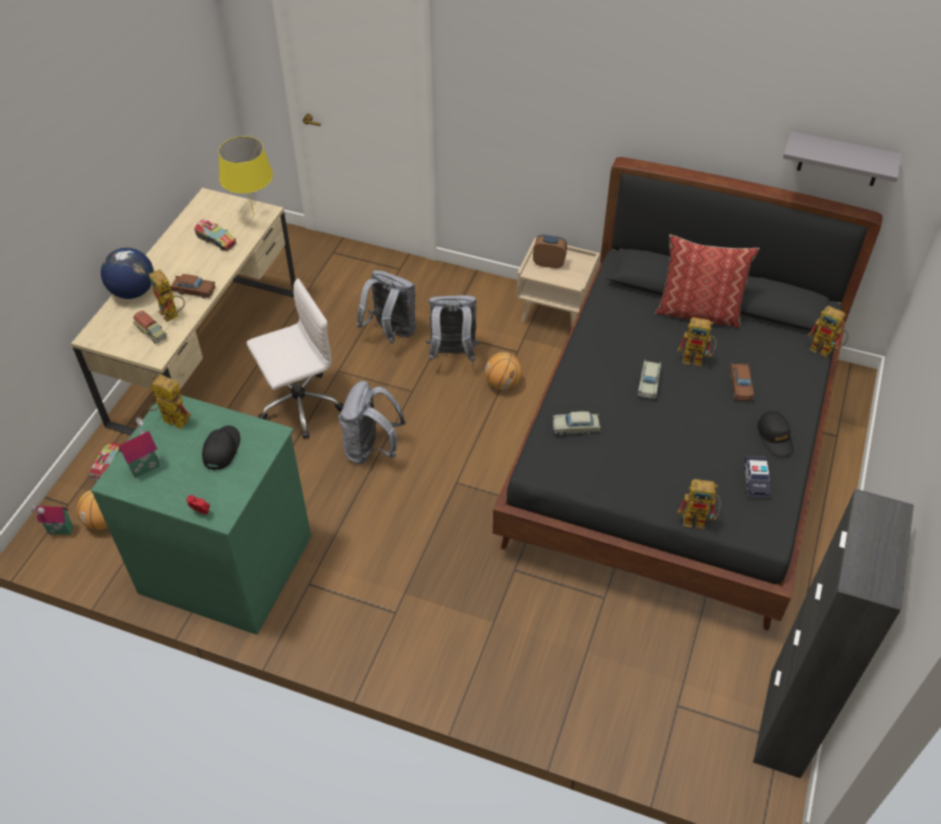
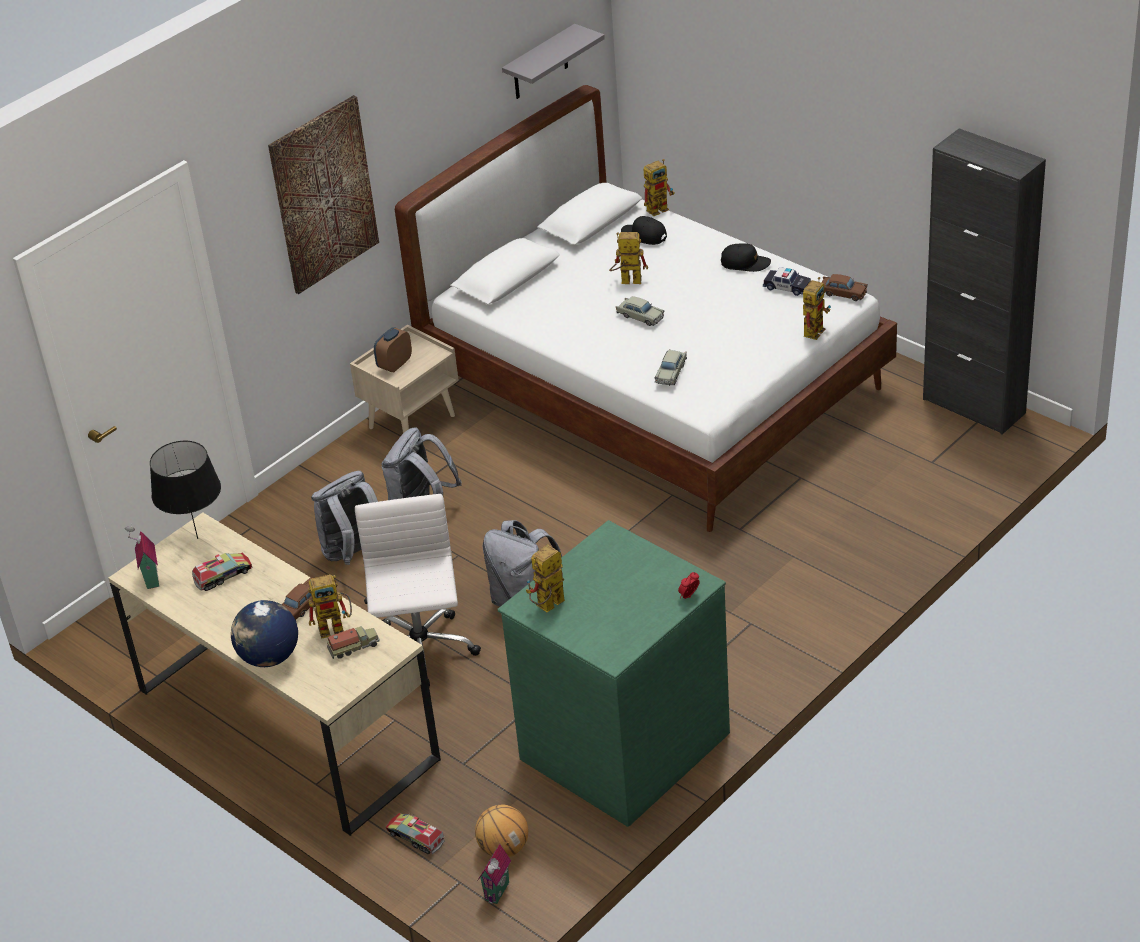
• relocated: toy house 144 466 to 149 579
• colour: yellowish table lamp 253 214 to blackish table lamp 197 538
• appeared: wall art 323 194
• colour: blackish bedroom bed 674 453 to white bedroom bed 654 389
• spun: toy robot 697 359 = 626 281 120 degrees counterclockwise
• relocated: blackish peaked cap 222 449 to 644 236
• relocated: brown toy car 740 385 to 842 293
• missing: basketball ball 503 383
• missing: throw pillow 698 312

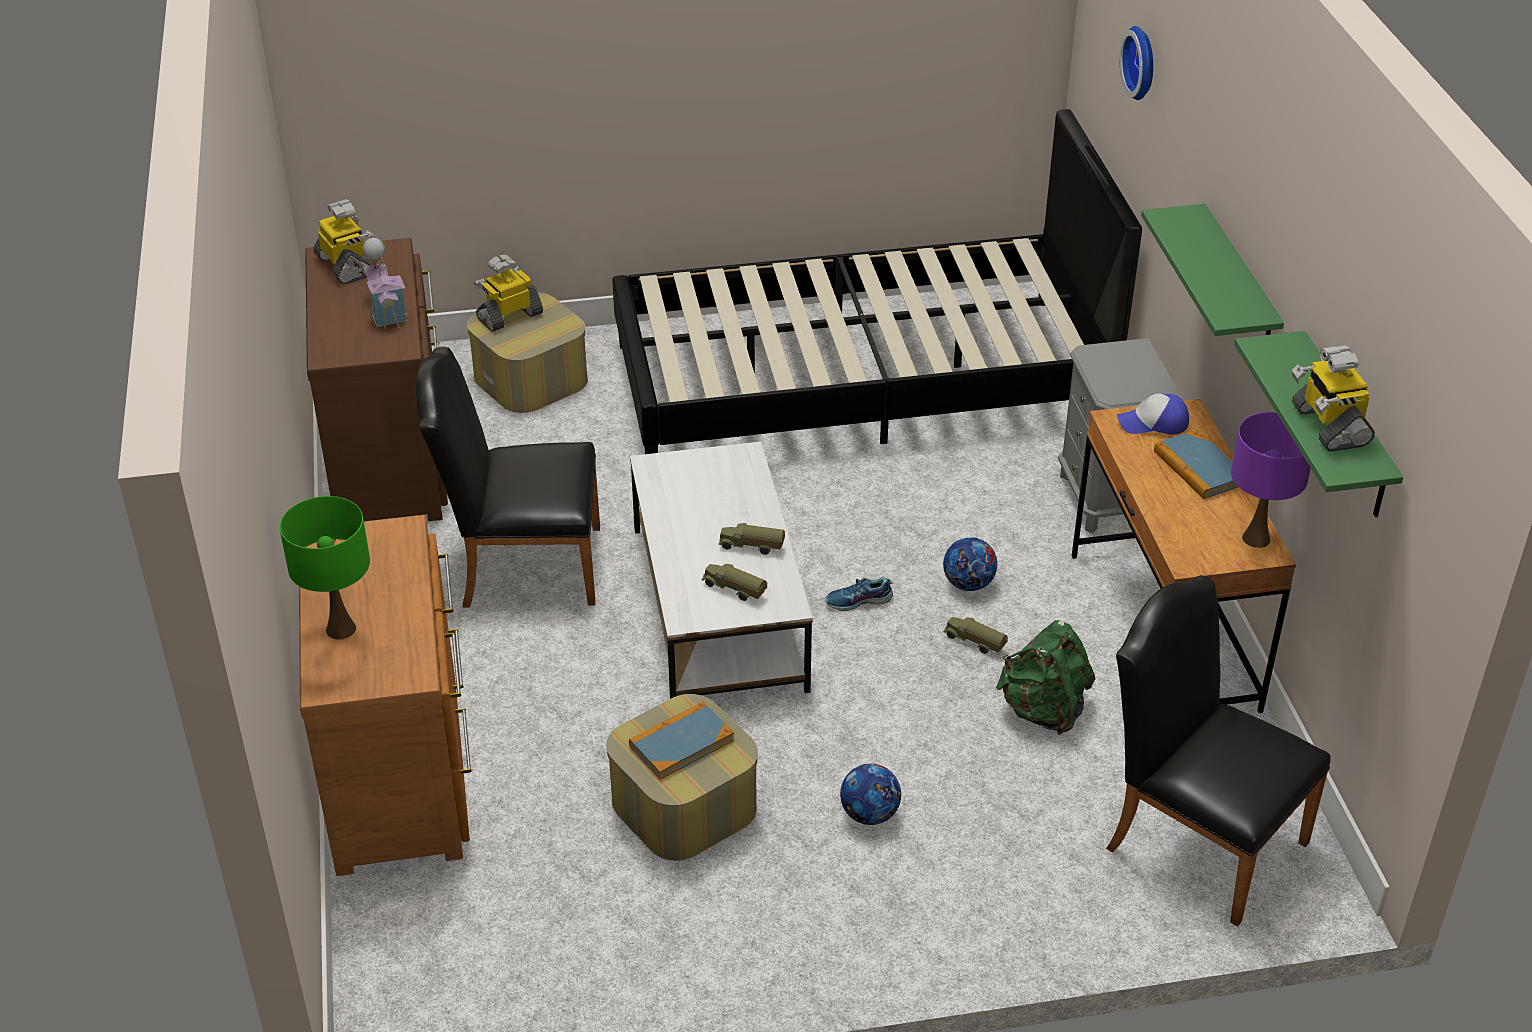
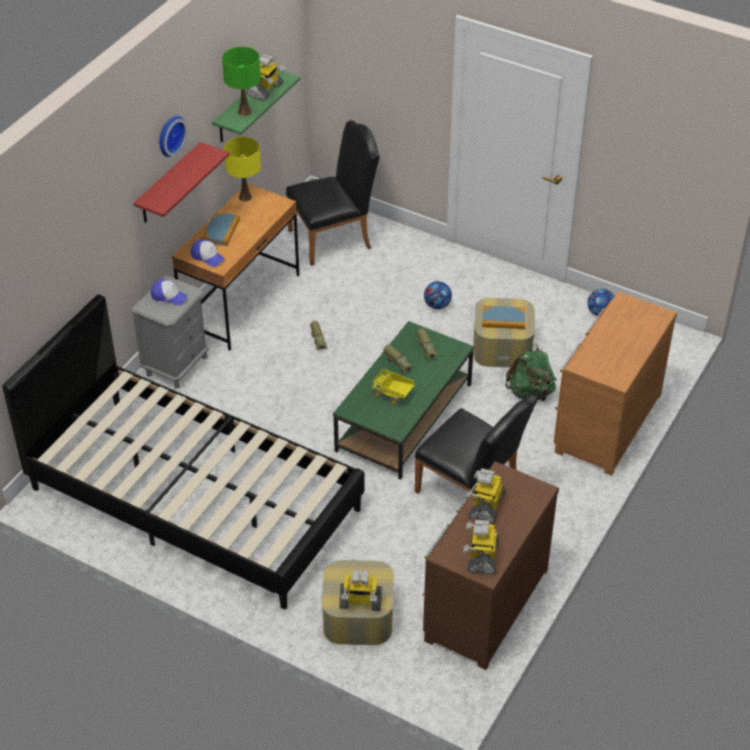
• colour: green shelf 1238 287 to red-coloured shelf 169 184
• appeared: peaked cap 169 296
• relocated: wall clock 1143 62 to 169 135
• relocated: green table lamp 340 629 to 245 112
• colour: purple-coloured table lamp 1256 539 to yellowish table lamp 245 197
• spun: blackish upright chair 1195 837 = 335 237 105 degrees counterclockwise
• colour: white lounge table 719 607 to green lounge table 403 417
• appeared: model truck 392 395
• exchanged: toy house 387 310 to toy robot 486 505
• relocated: green knapsack 1043 710 to 530 393
• relocated: football 968 584 to 600 312
• missing: item of footwear 858 601

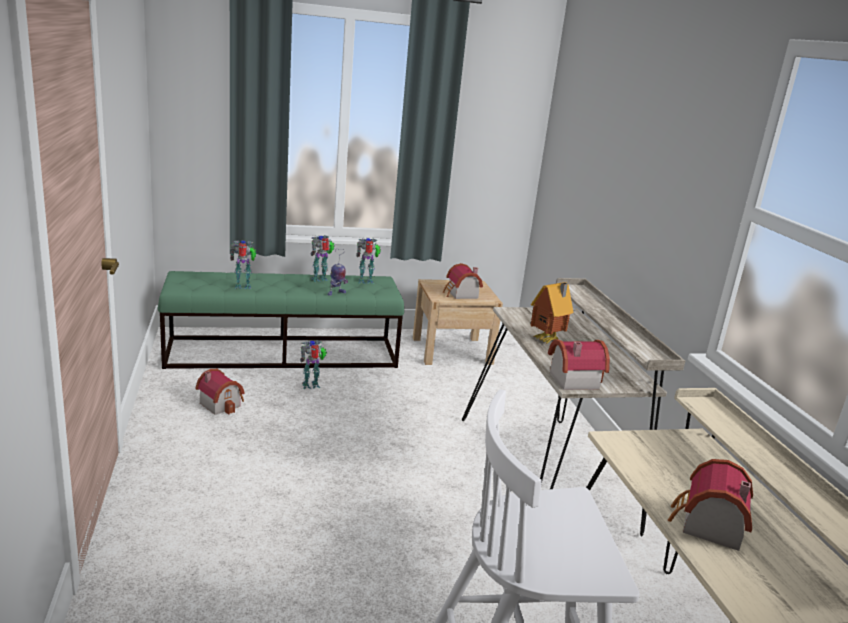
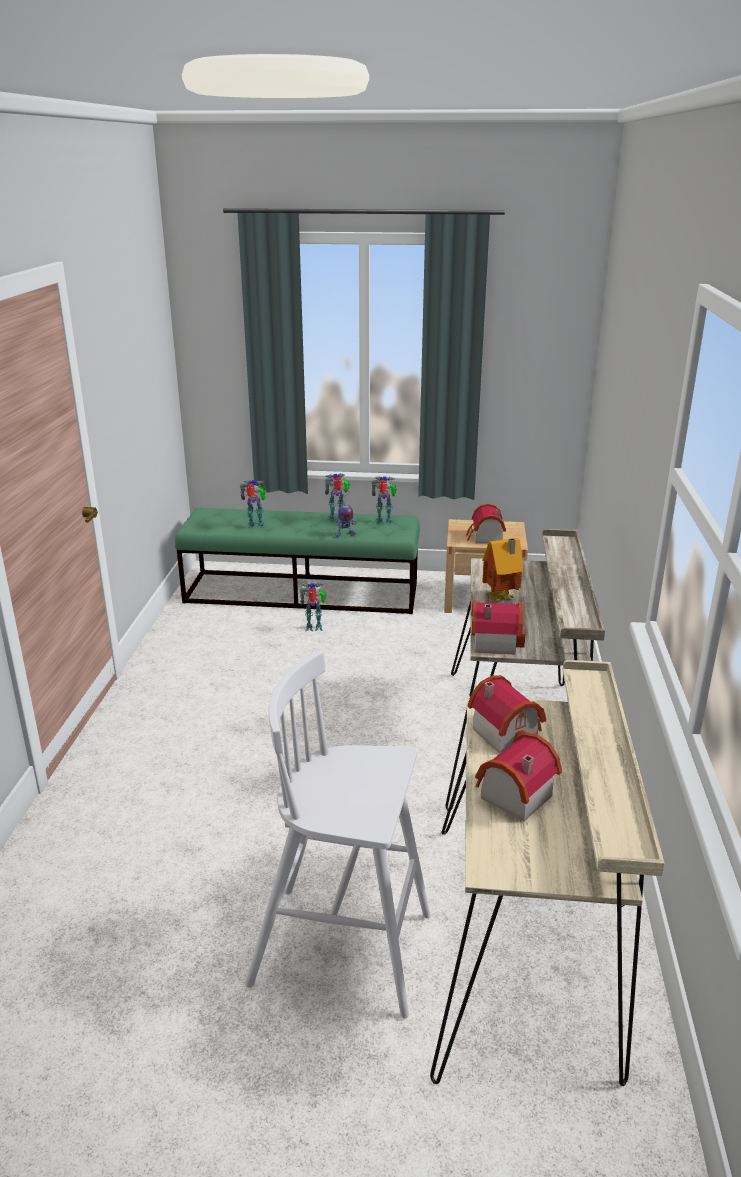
• relocated: toy house 221 403 to 507 732

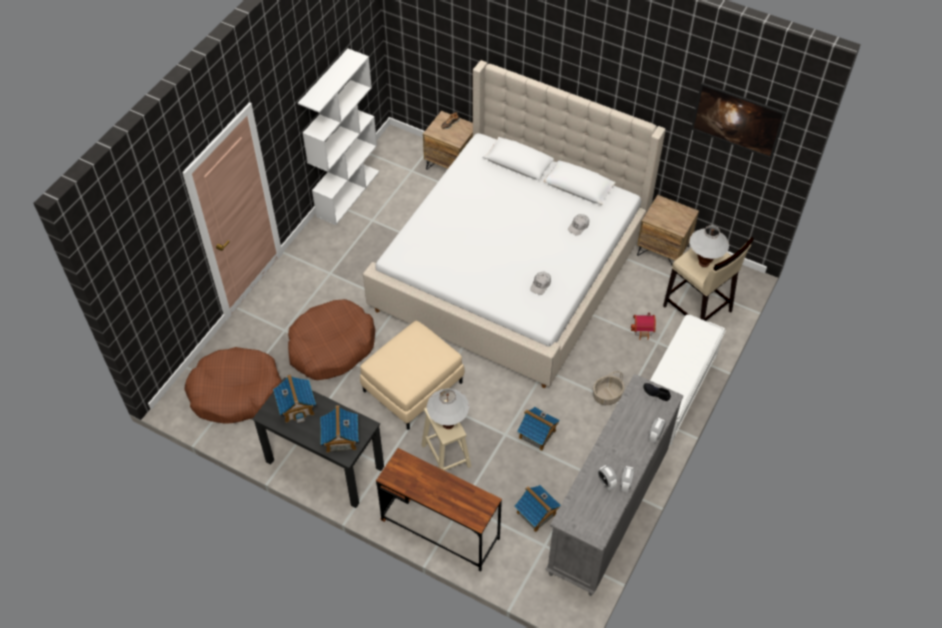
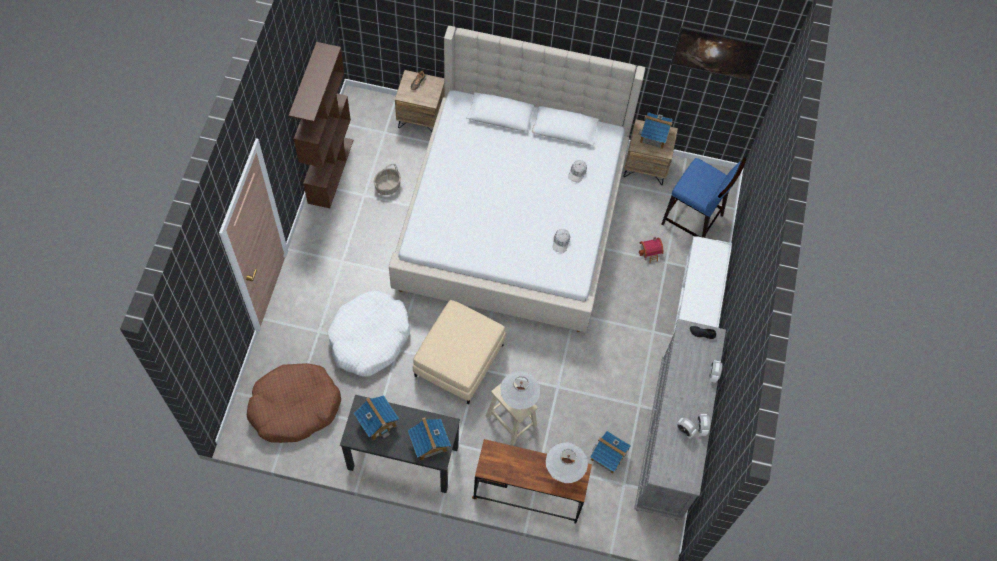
• colour: white shelving unit 348 193 to brown shelving unit 330 171
• colour: brown pet bed 331 347 to white pet bed 369 338
• relocated: storage basket 607 395 to 387 186
• relocated: white table lamp 704 263 to 563 472
• relocated: toy house 537 434 to 654 136
• colour: beige-coloured stool 697 309 to blue-coloured stool 692 220

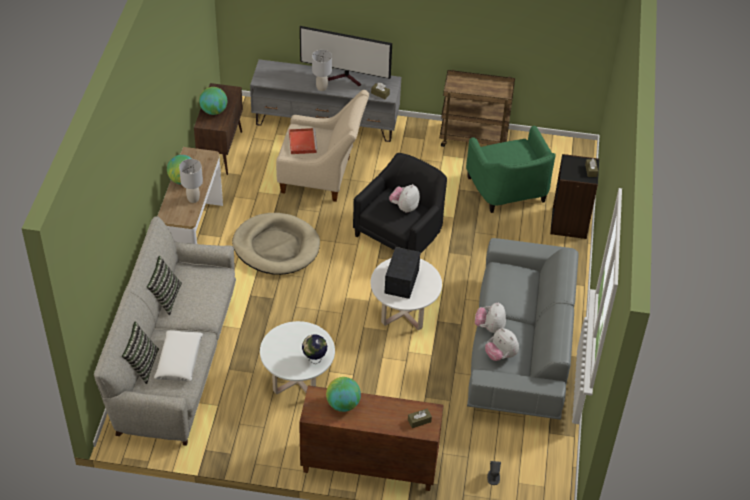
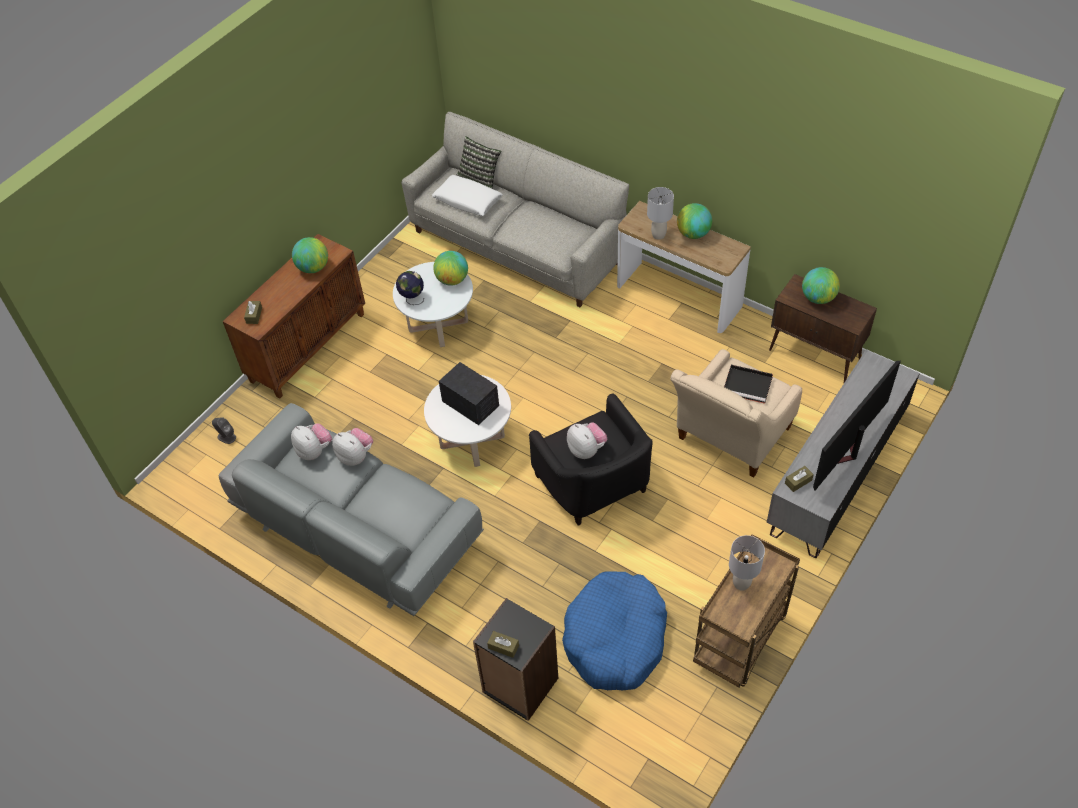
• spun: soft toy 500 355 = 314 451 60 degrees clockwise
• appeared: desk globe 452 280
• exchanged: green lounge chair 509 190 to blue-coloured pet bed 615 638
• colour: red-coloured tray 302 142 to blackish tray 748 385
• relocated: greyish table lamp 322 88 to 741 583
• missing: throw pillow 165 297
• missing: beige-coloured pet bed 276 247

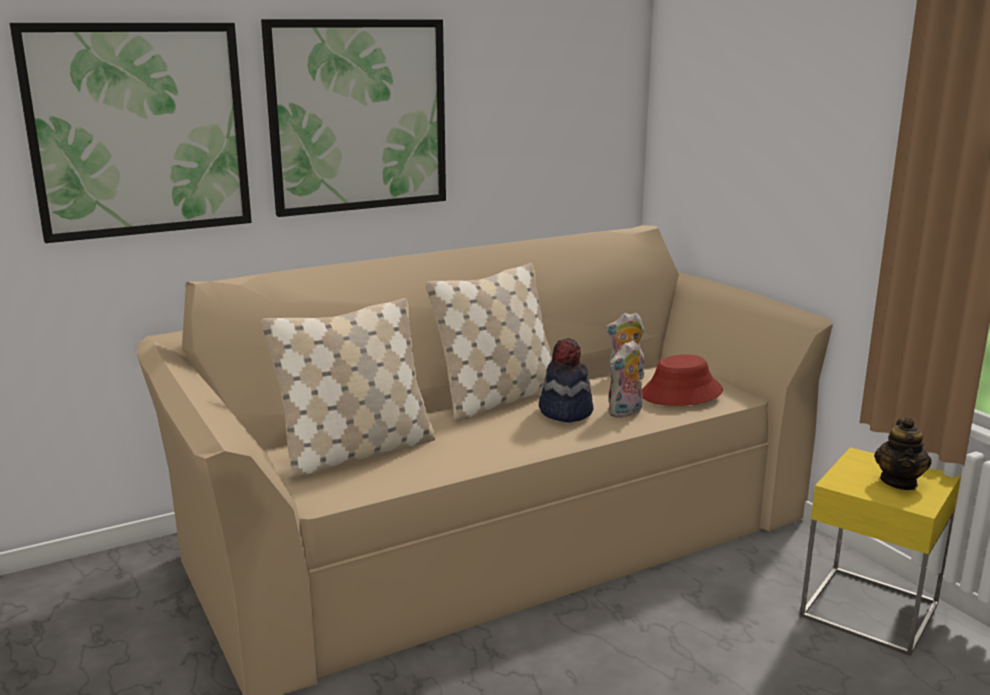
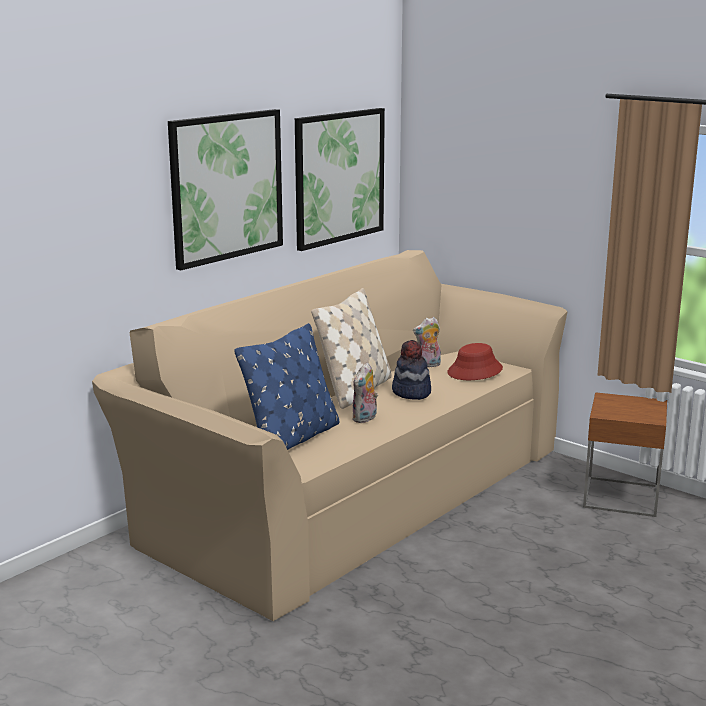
• colour: beige-coloured throw pillow 356 452 to blue-coloured throw pillow 292 439
• relocated: wall art 139 130 to 339 177
• relocated: soft toy 625 413 to 365 419
• colour: yellowish side table 869 609 to brown side table 621 496
• missing: teapot 899 482

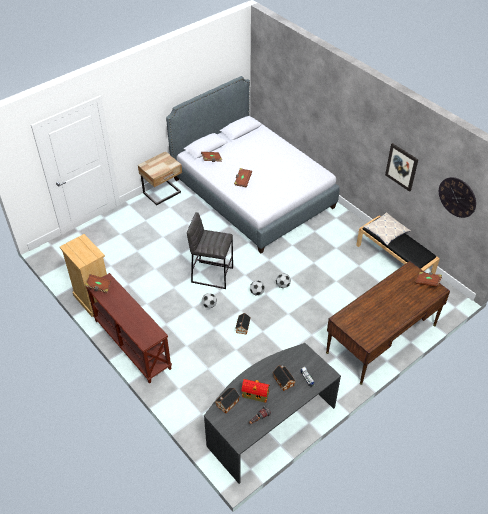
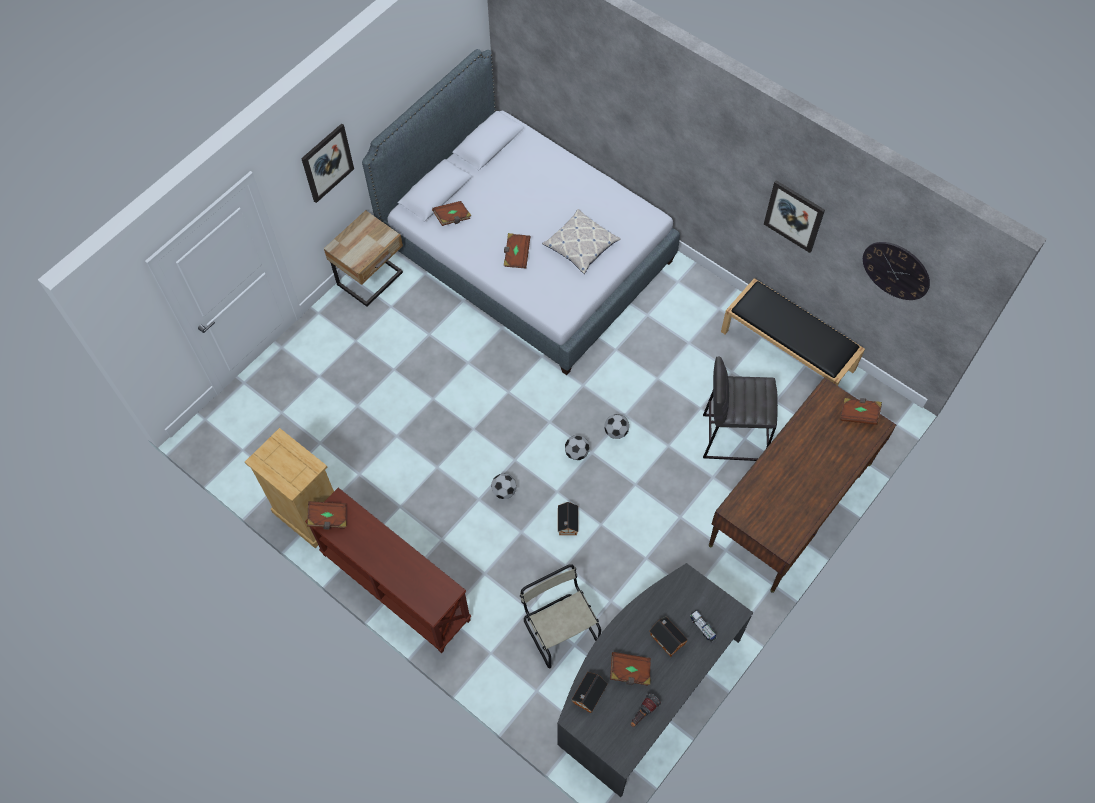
• appeared: wall art 327 163
• appeared: beige-coloured upright chair 559 628
• relocated: throw pillow 386 231 to 581 245
• exchanged: toy house 256 395 to brown book 630 672
• relocated: greyish stool 212 274 to 732 436

